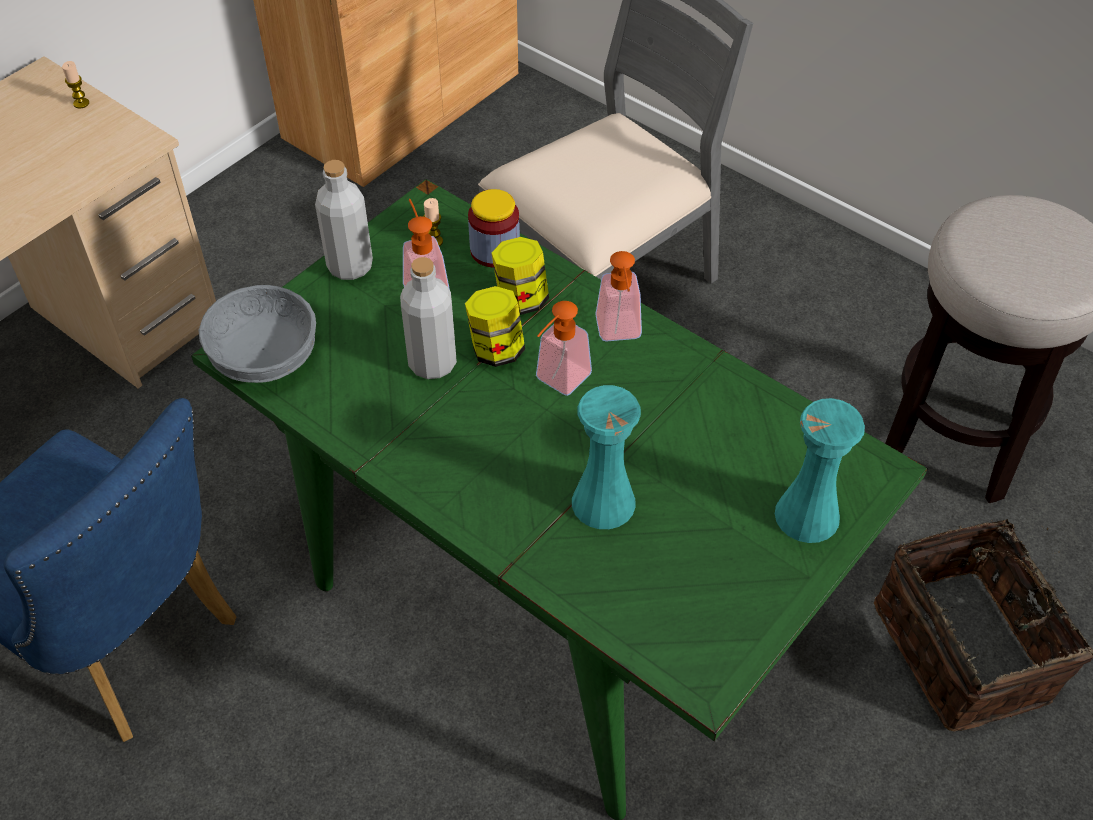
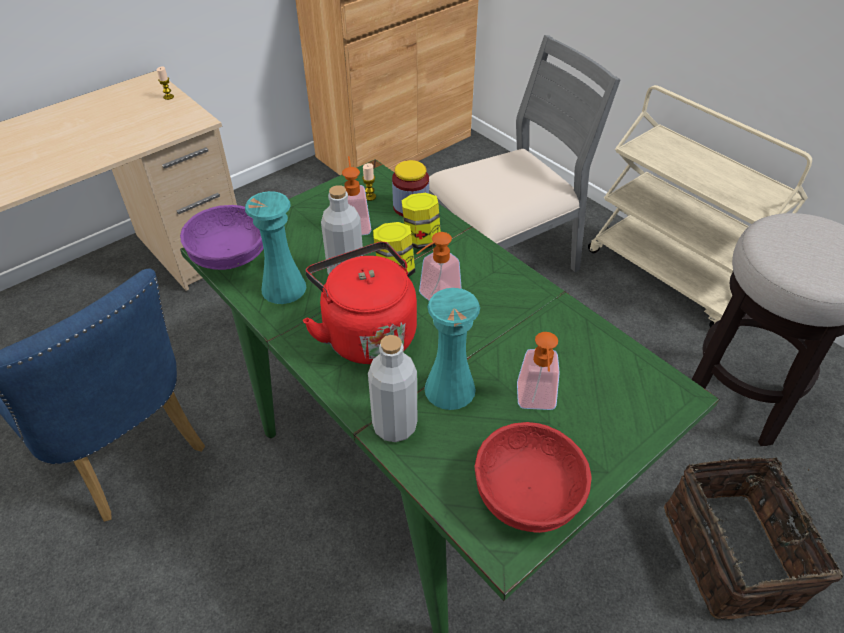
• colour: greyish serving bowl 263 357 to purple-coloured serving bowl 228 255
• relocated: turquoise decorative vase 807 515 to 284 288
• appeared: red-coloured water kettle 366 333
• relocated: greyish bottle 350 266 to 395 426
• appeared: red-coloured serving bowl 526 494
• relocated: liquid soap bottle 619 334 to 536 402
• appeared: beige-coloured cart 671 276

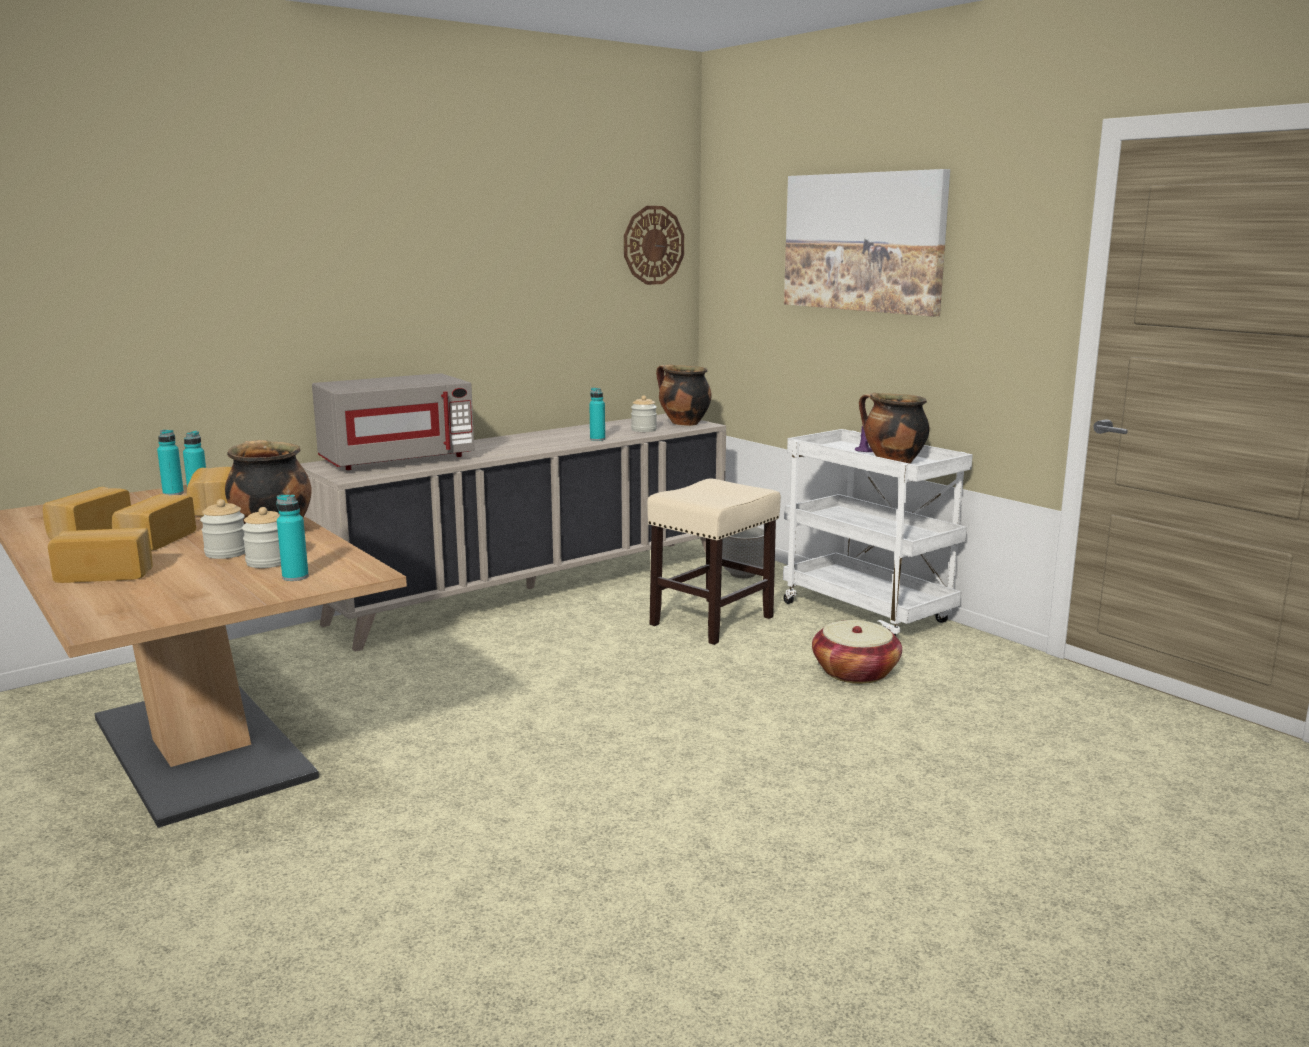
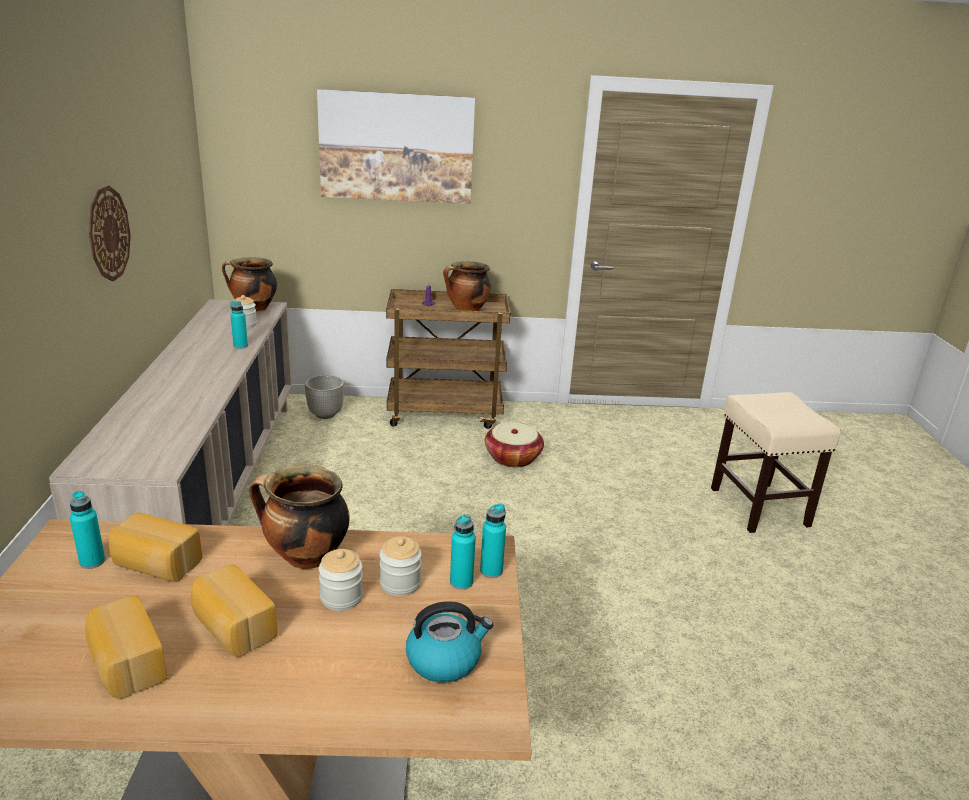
• relocated: wall clock 653 245 to 108 233
• colour: white cart 869 613 to brown cart 445 413
• appeared: water kettle 445 659
• relocated: turquoise bottle 173 493 to 491 571
• relocated: beige-coloured stool 712 620 to 758 506
• missing: bread 106 574
• missing: greyish microwave oven 397 460

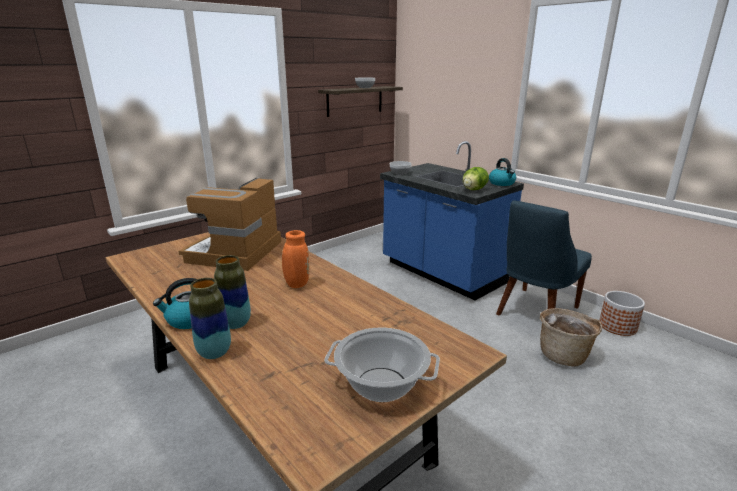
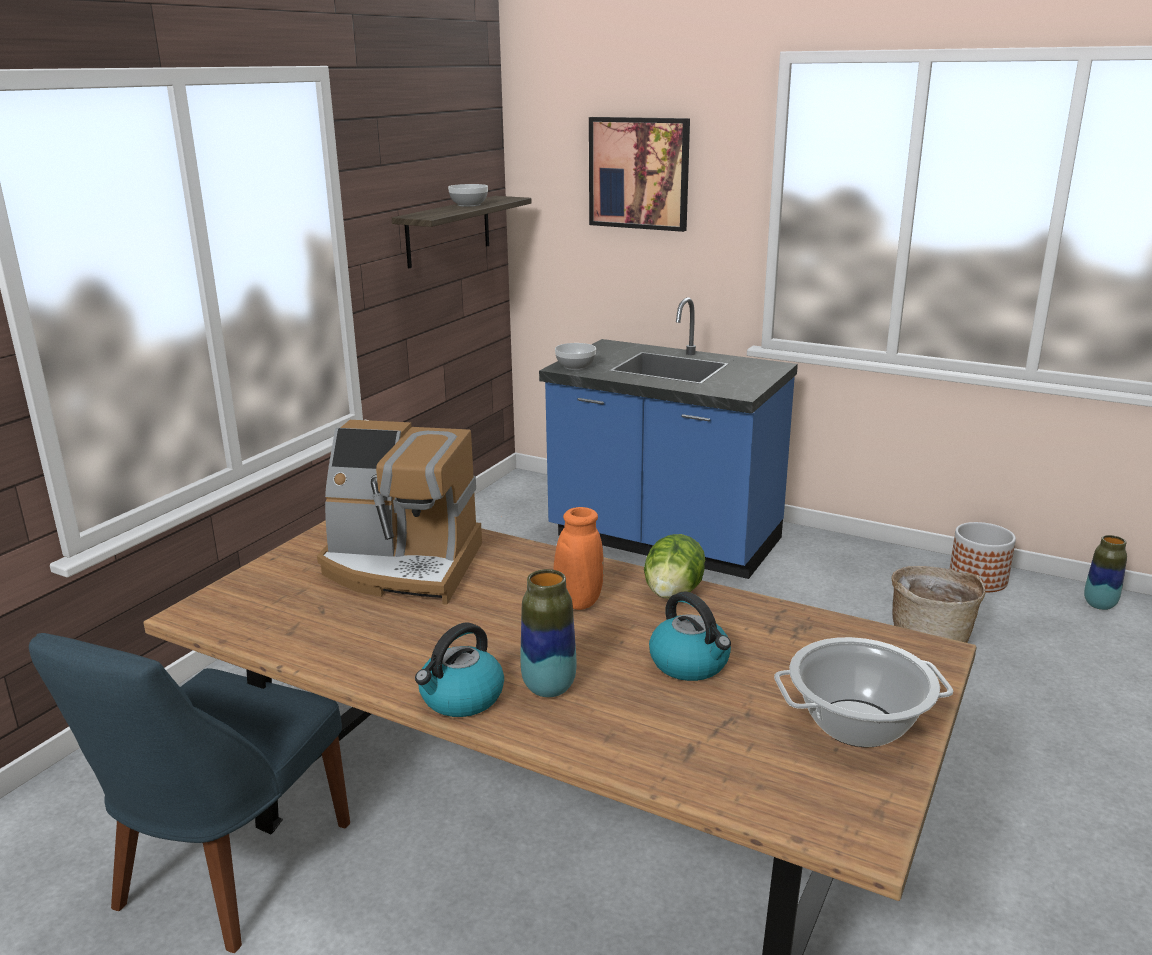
• relocated: blue-coloured upright chair 535 312 to 226 871
• spun: coffee machine 235 252 = 402 566 75 degrees counterclockwise
• appeared: wall art 639 173
• relocated: lettuce head 473 190 to 673 593
• relocated: water kettle 502 183 to 690 664
• relocated: decorative vase 214 353 to 1099 605

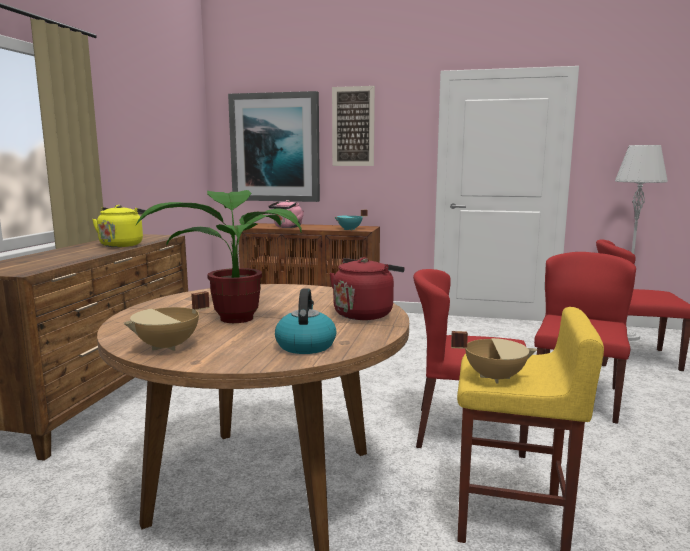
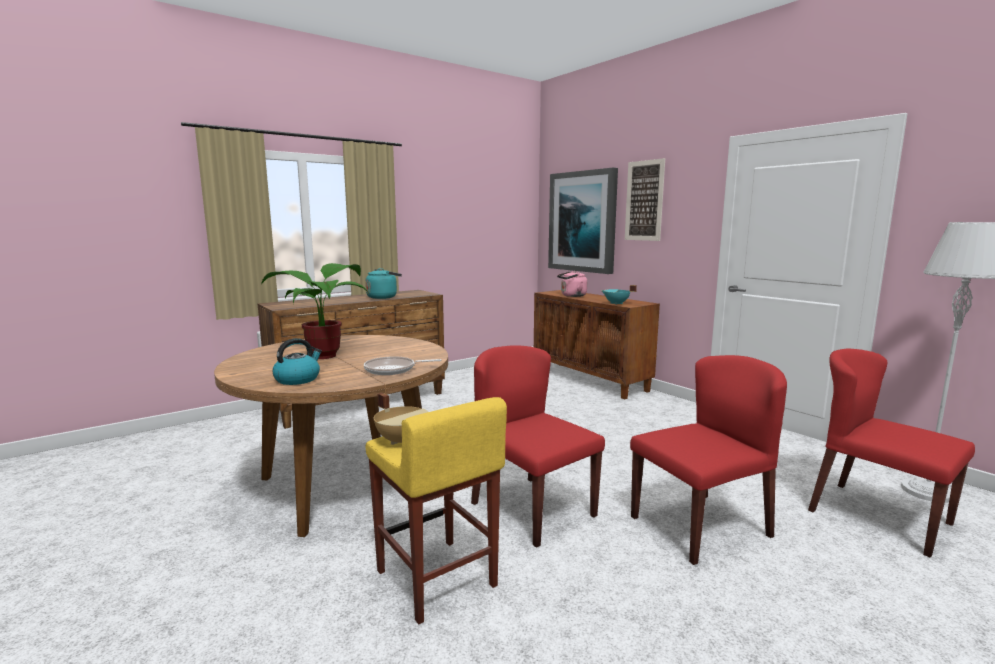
• exchanged: red-coloured water kettle 365 313 to frying pan 393 370
• colour: yellowish water kettle 123 245 to turquoise water kettle 383 297
• missing: beige-coloured cooking pot 168 347

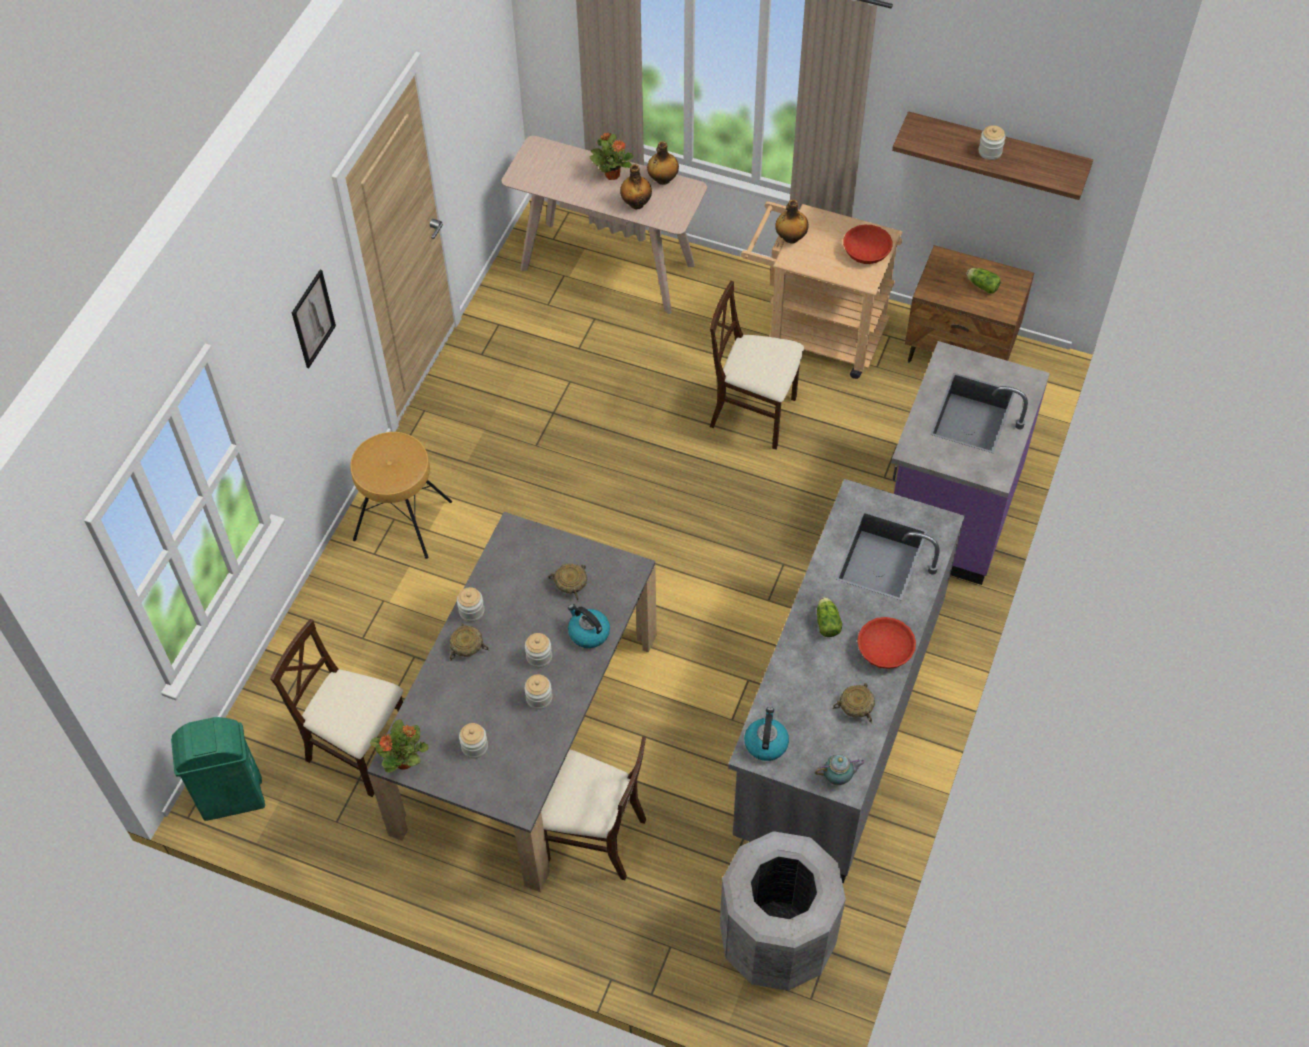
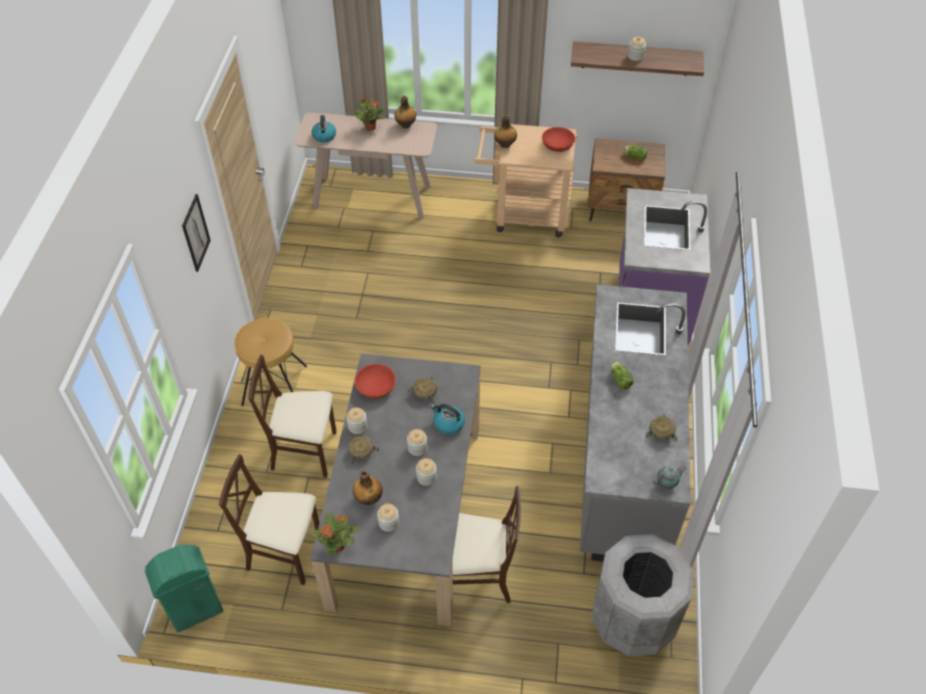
• relocated: beige-coloured upright chair 754 414 to 305 451
• relocated: water kettle 766 743 to 324 136
• relocated: bottle 636 203 to 368 498
• relocated: red-coloured serving bowl 885 650 to 376 386

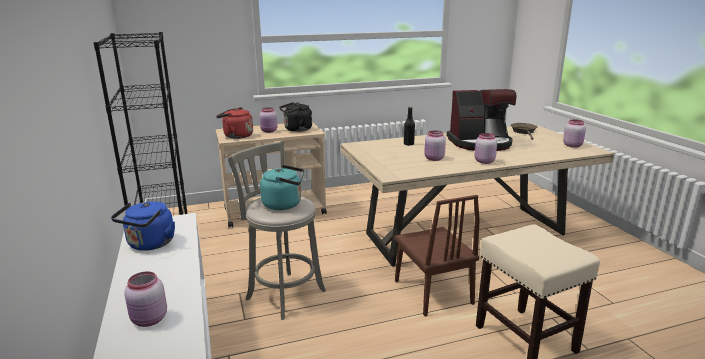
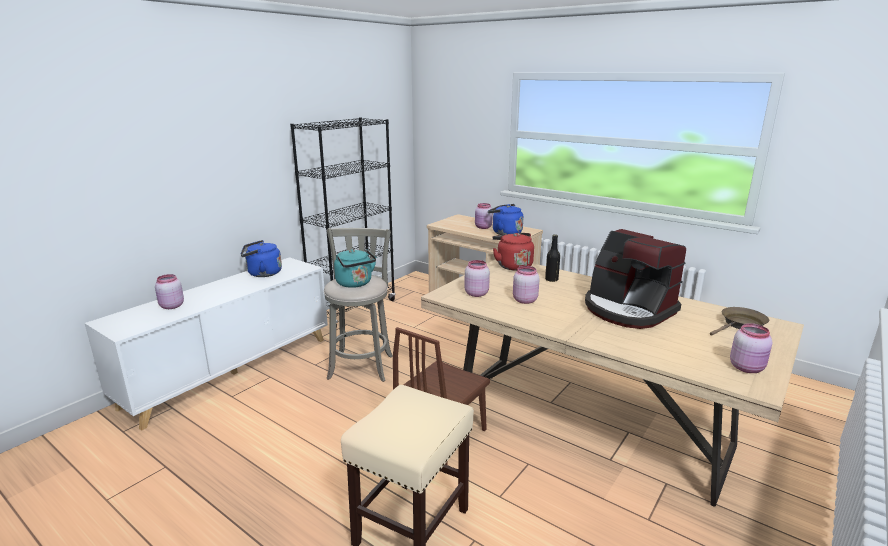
• relocated: pinkish storage jar 483 161 to 476 293
• colour: blackish water kettle 296 130 to blue-coloured water kettle 505 233
• relocated: red-coloured water kettle 236 136 to 512 265

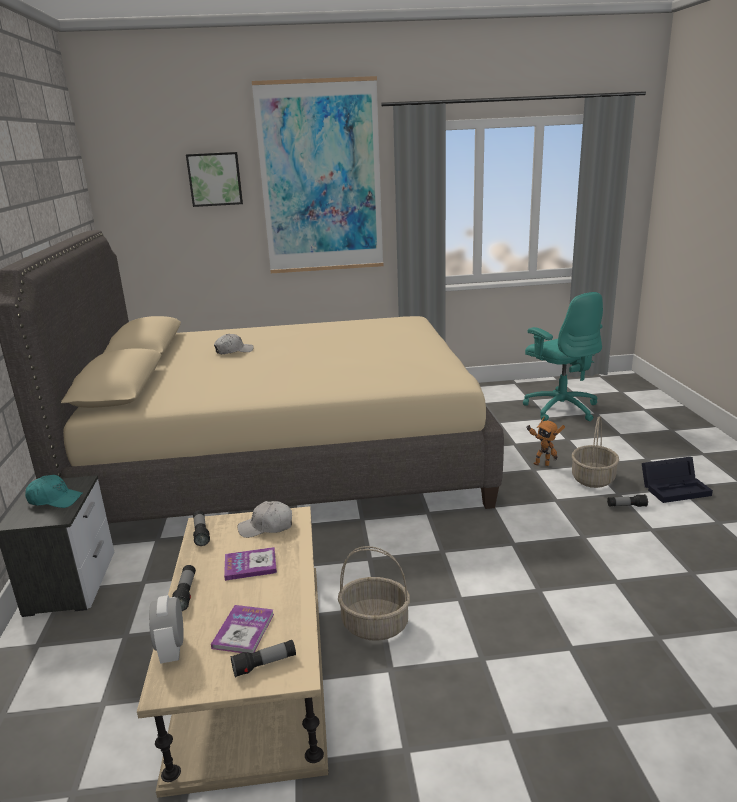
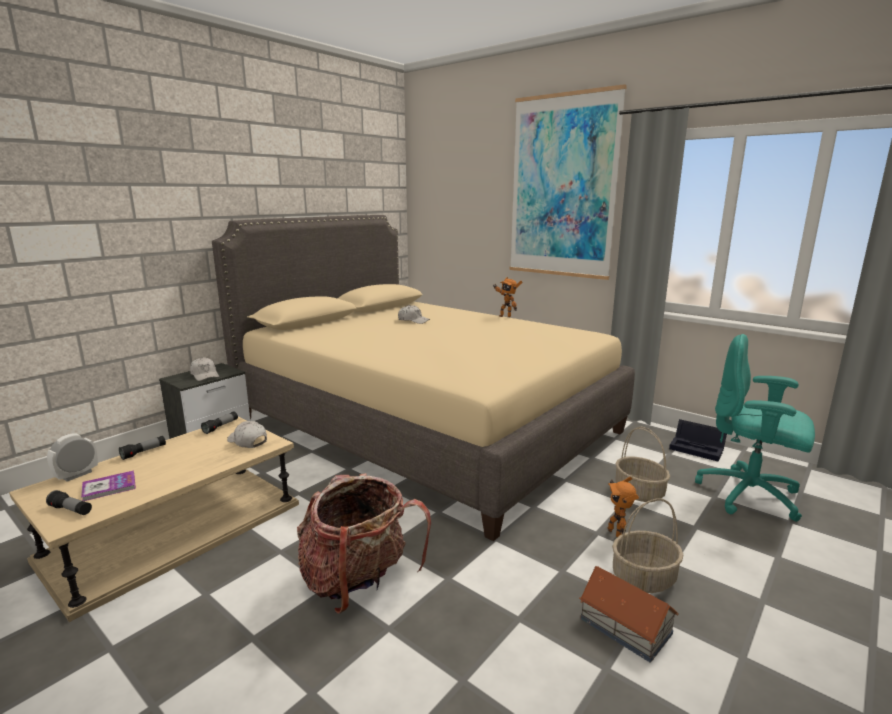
• colour: turquoise peaked cap 55 499 to white peaked cap 205 375
• appeared: knapsack 358 583
• appeared: toy robot 505 316
• exchanged: flashlight 626 506 to toy house 626 627
• relocated: storage basket 376 624 to 640 492
• relocated: blackish storage bin 675 488 to 698 448
• spun: turquoise computer chair 560 408 = 750 495 105 degrees clockwise
• missing: wall art 215 179
• missing: book 250 565

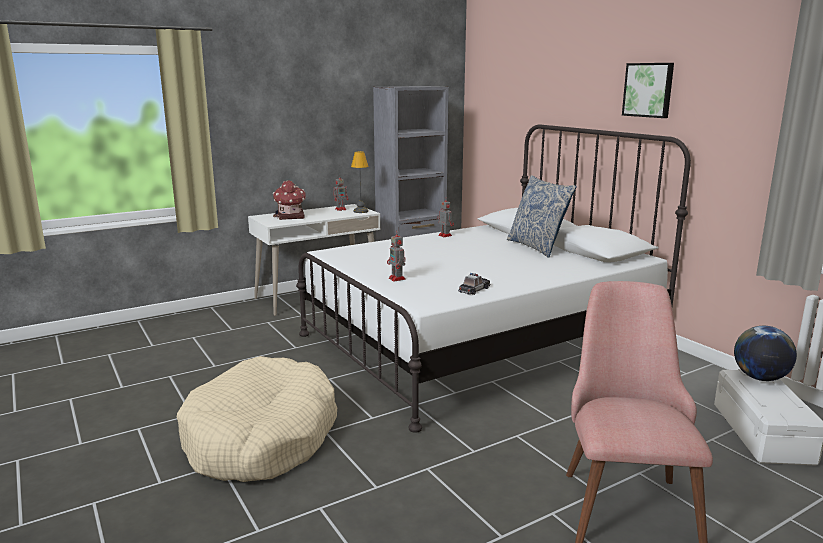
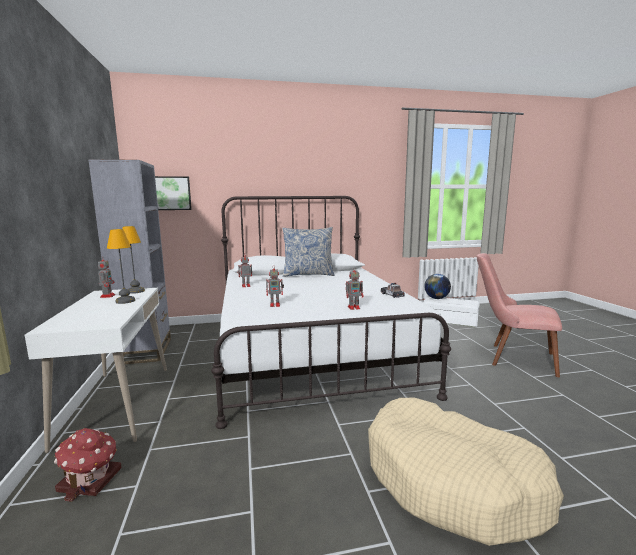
• relocated: toy house 290 216 to 91 480
• appeared: table lamp 124 301
• relocated: wall art 649 90 to 173 193
• appeared: toy robot 275 305

